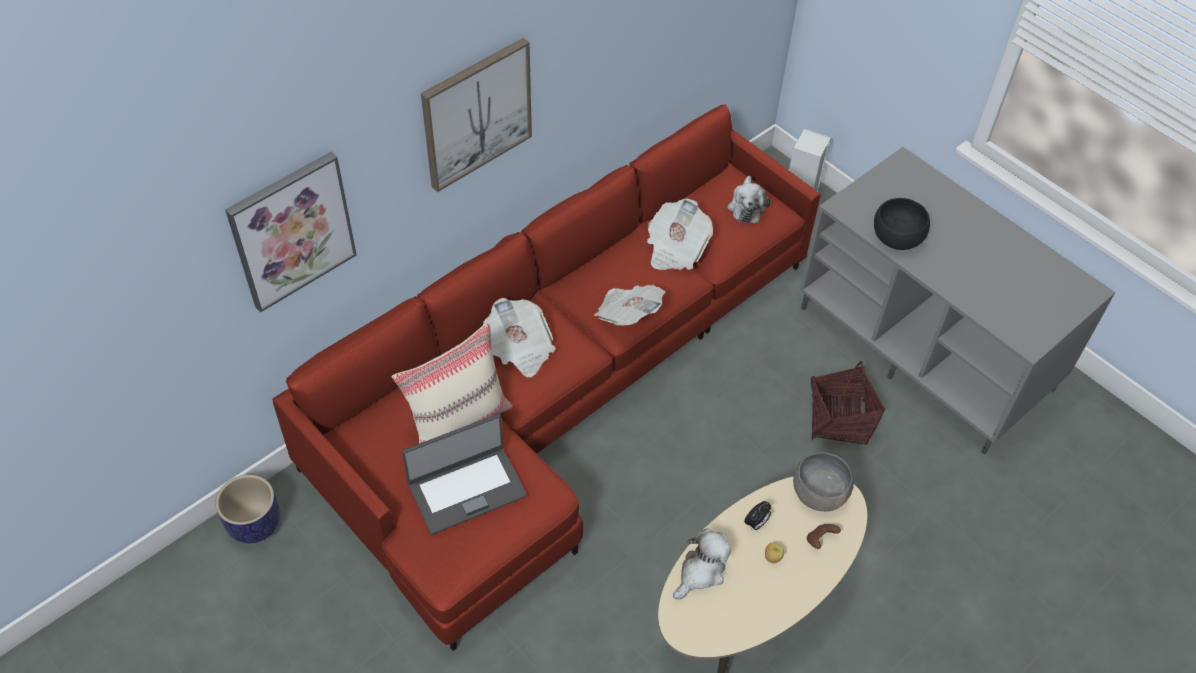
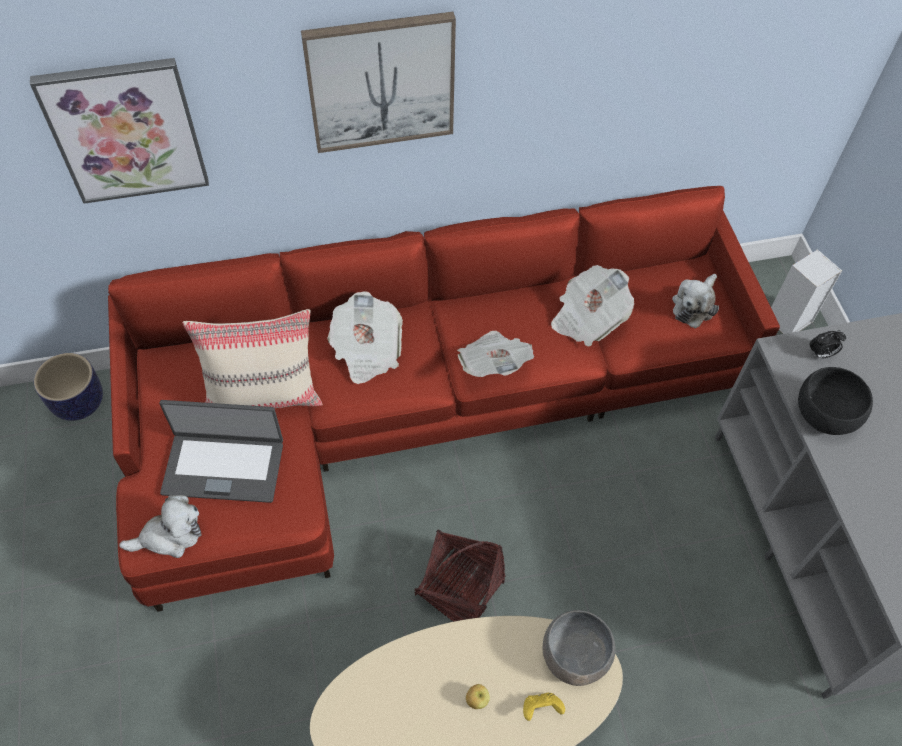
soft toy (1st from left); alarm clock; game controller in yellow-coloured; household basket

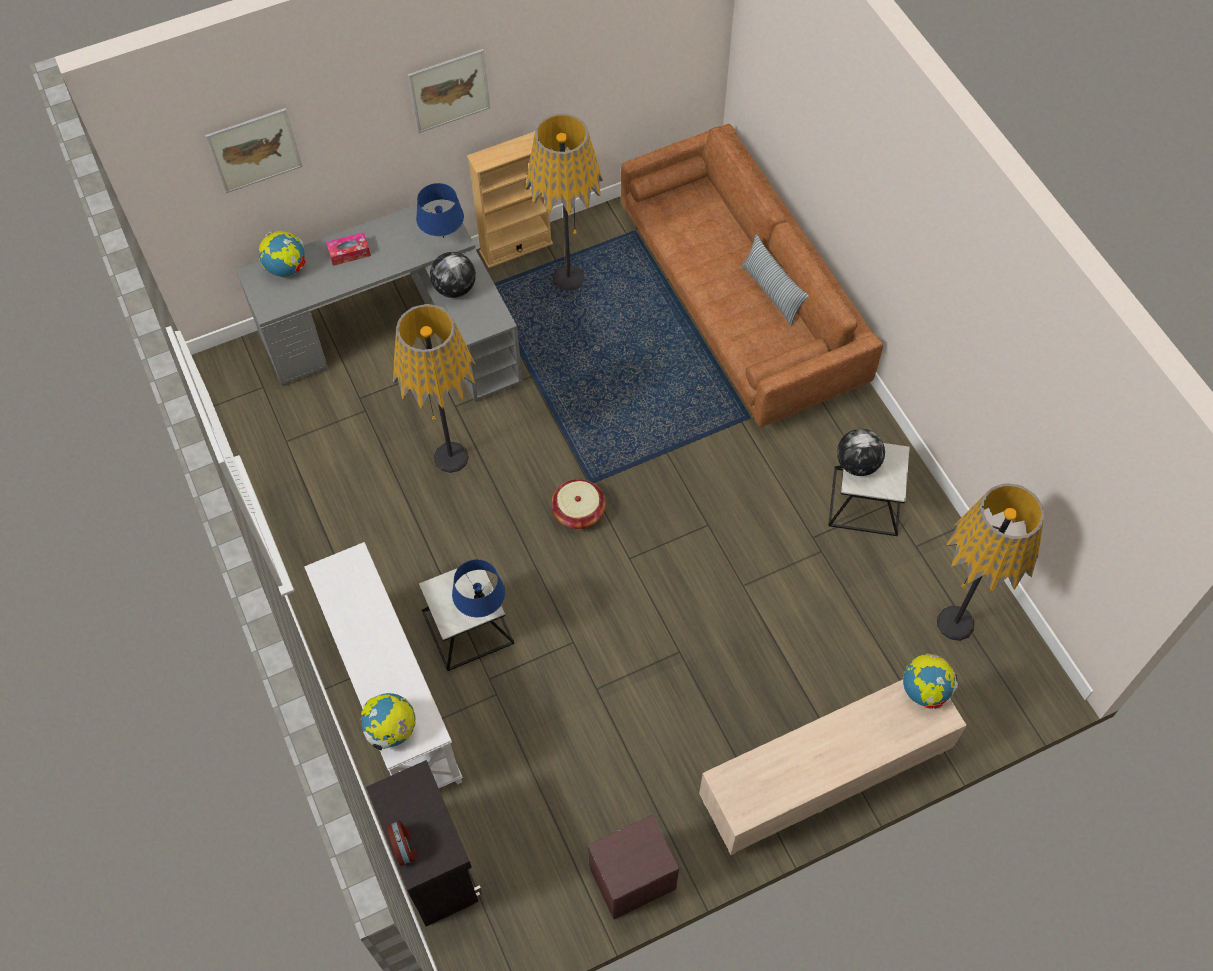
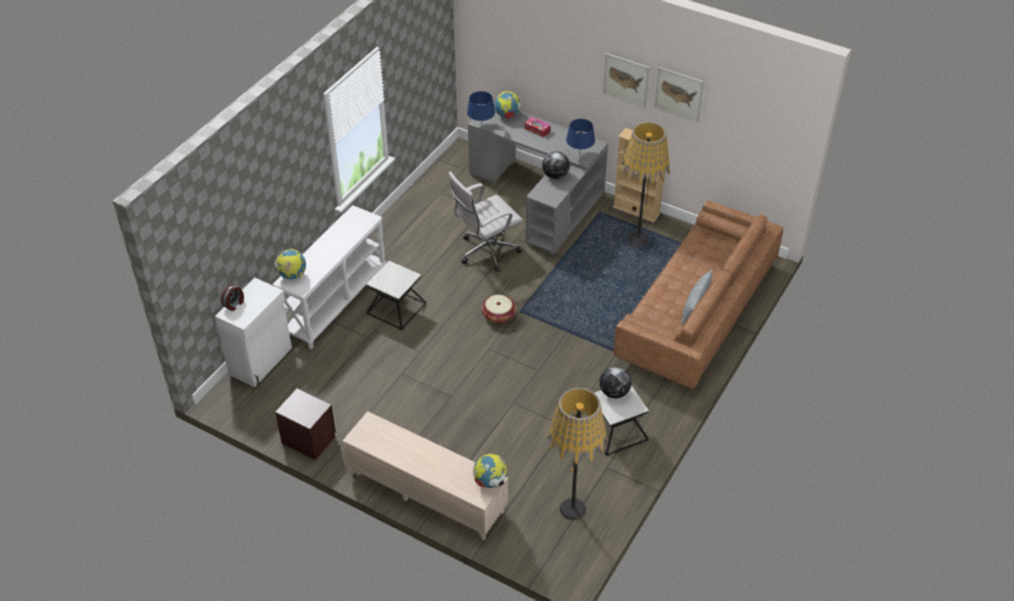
picture (2nd from left); storage cabinet in white; office chair in white; lamp for a table in blue-coloured (1st from left)

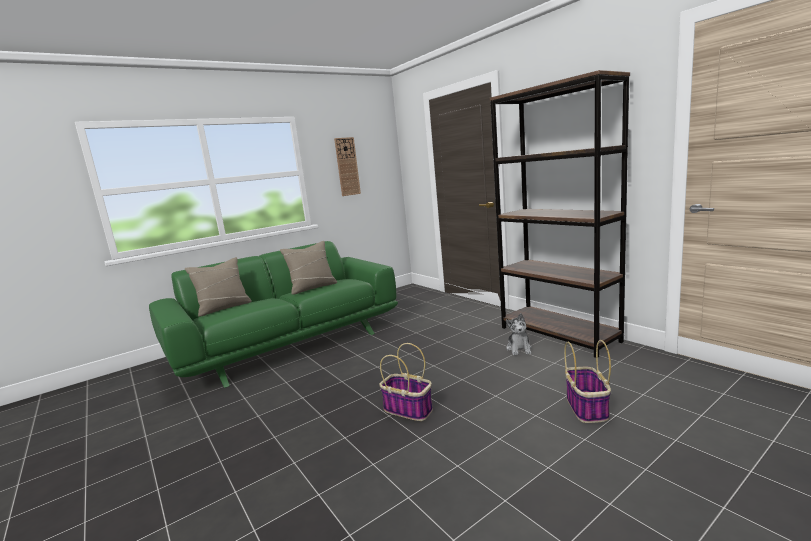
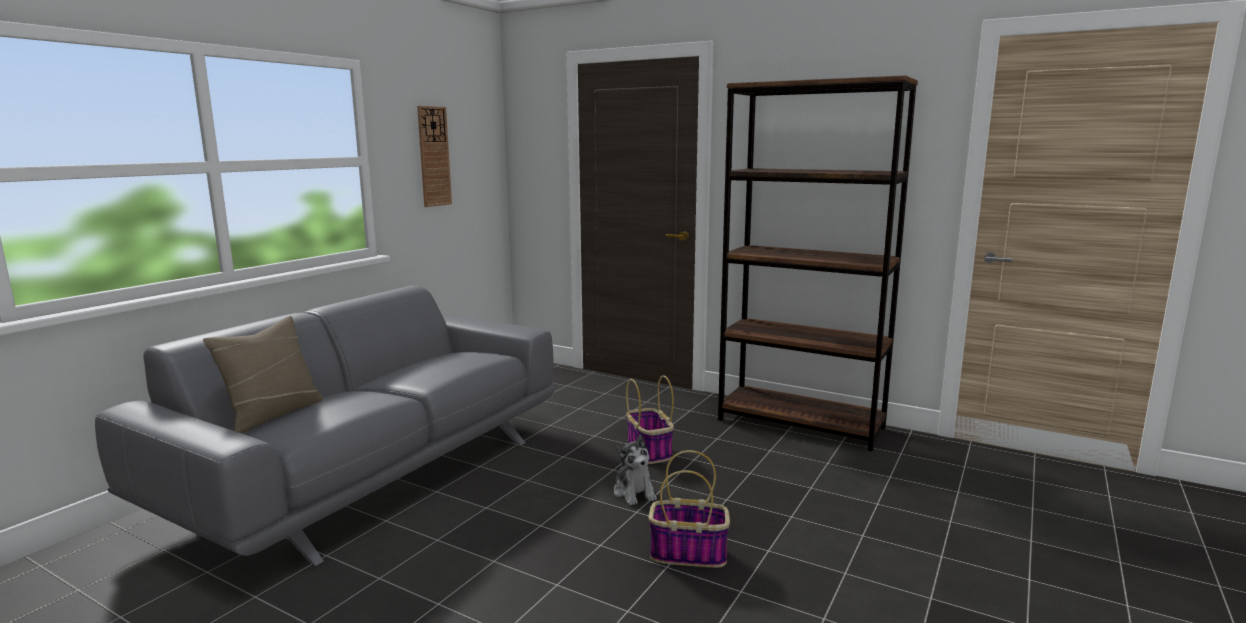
couch in greyish; cushion in beige-coloured (2nd from left in the first image); soft toy; household basket (1st from left)

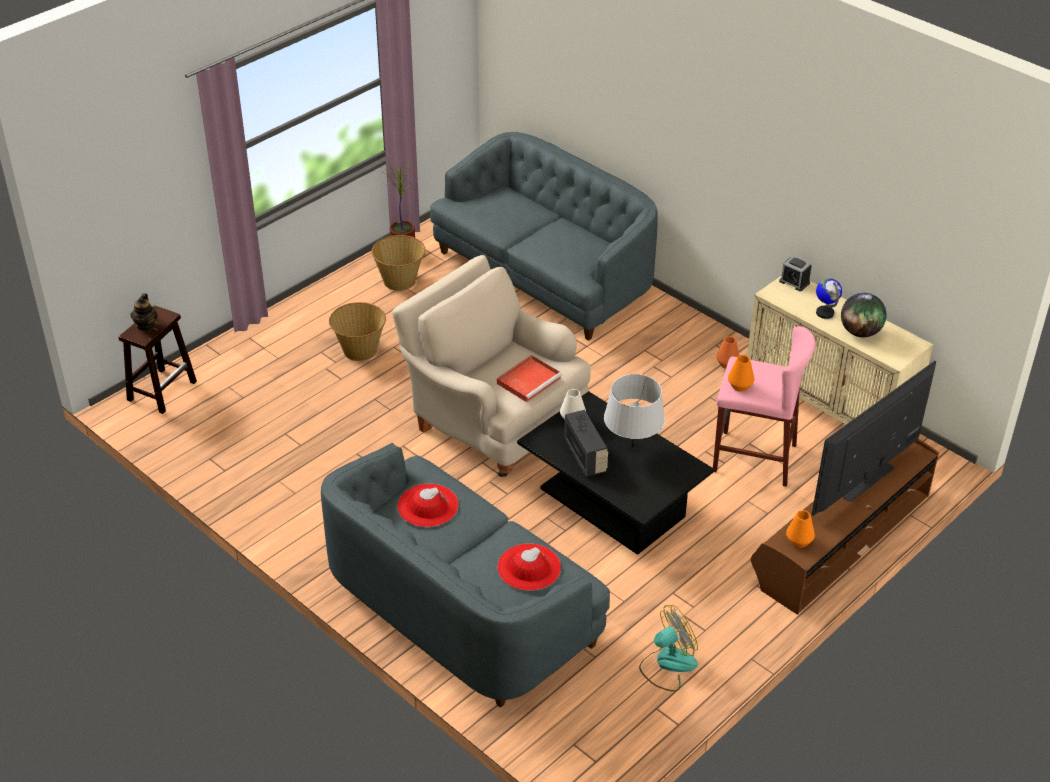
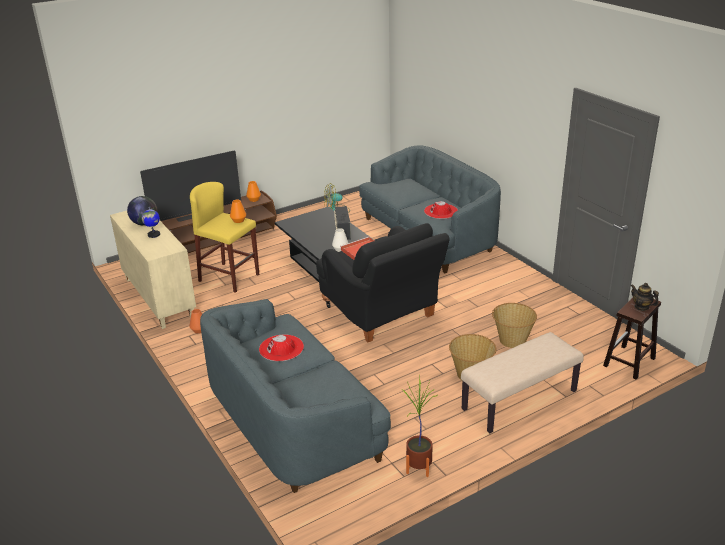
tea pot; household basket (2nd from left); armchair in blackish; wearable hat in red (1st from left); lamp for a table in greyish; sitting stool in yellow-coloured; alarm clock; bench in beige-coloured

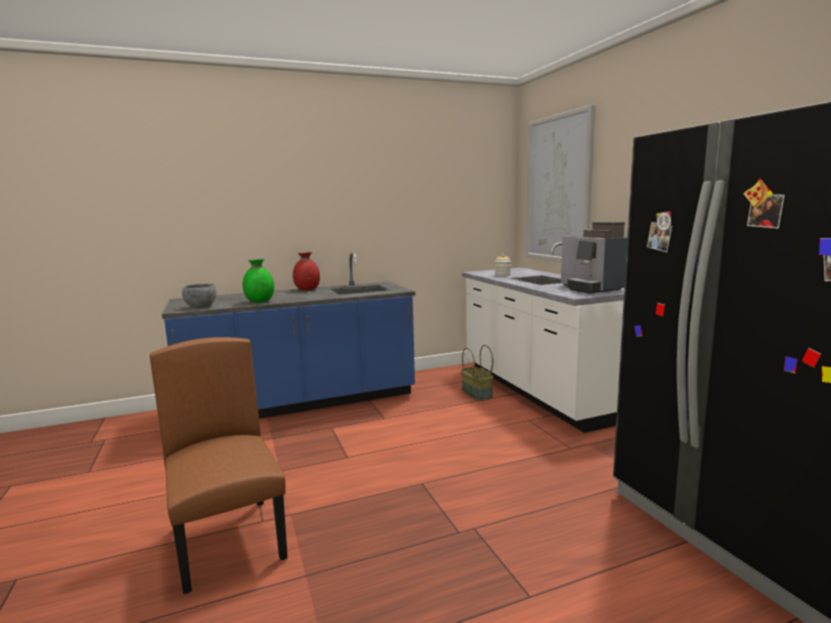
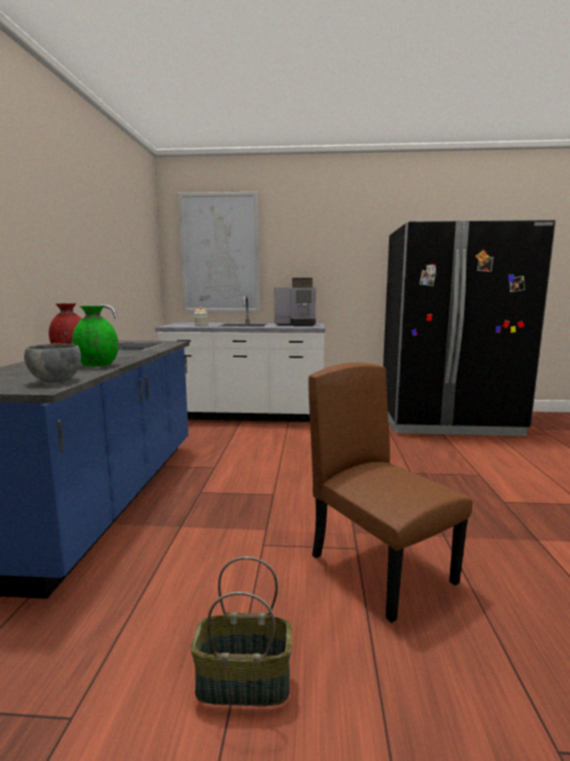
upright chair in brown; household basket

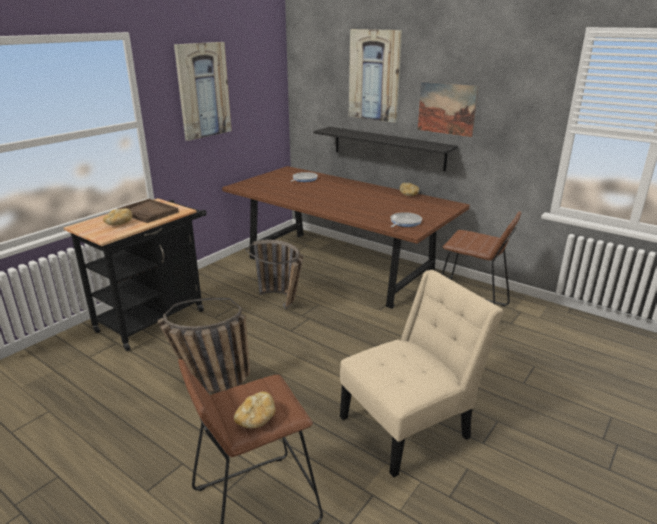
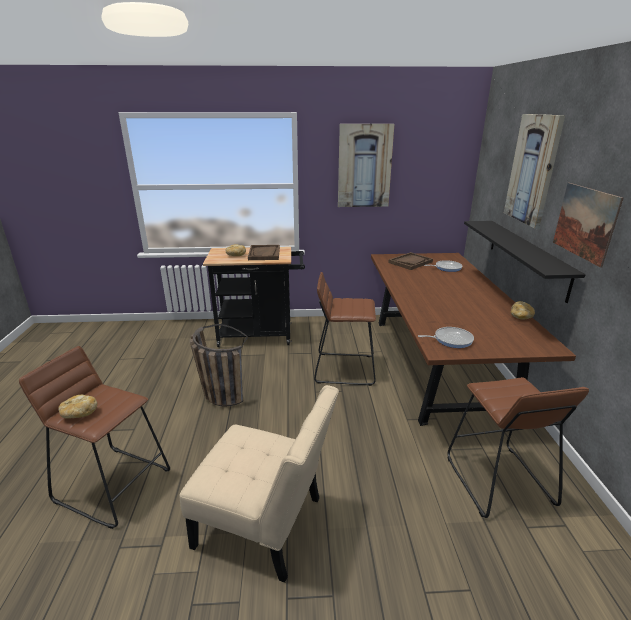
sitting stool in brown (2nd from left); carrying tray in brown (2nd from left)

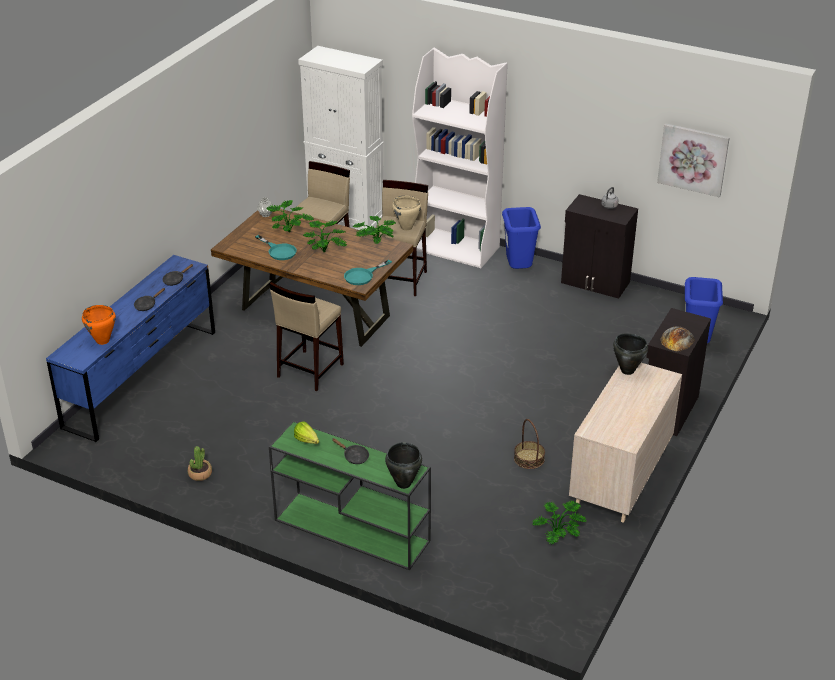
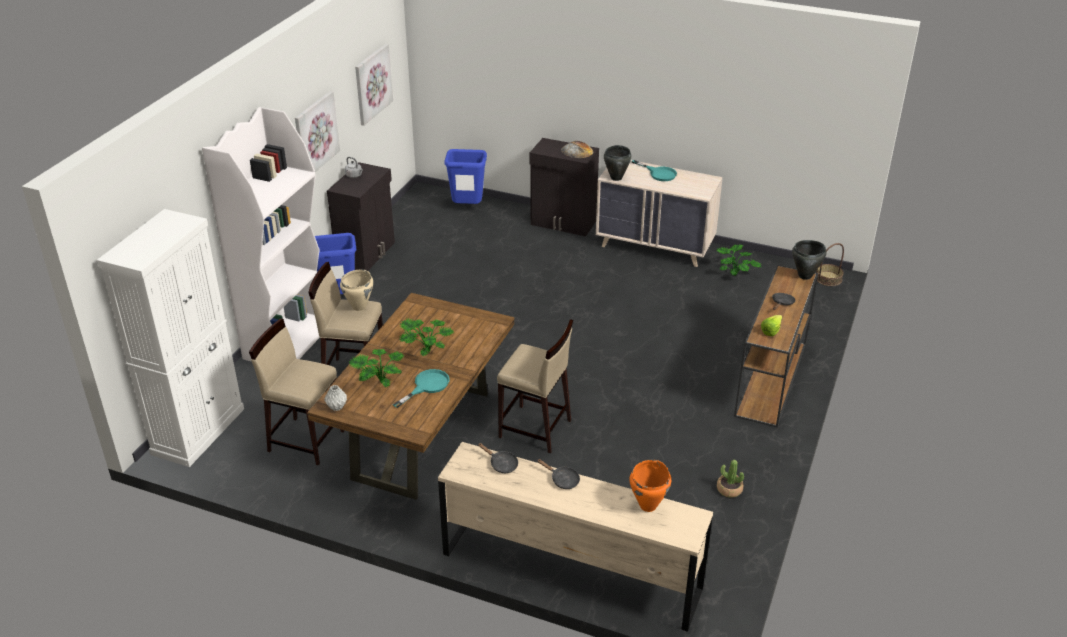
drawer chest in beige-coloured (1st from left); console table in brown; frying pan in turquoise (2nd from left); potted plant (4th from left in the first image); household basket; picture (1st from left)

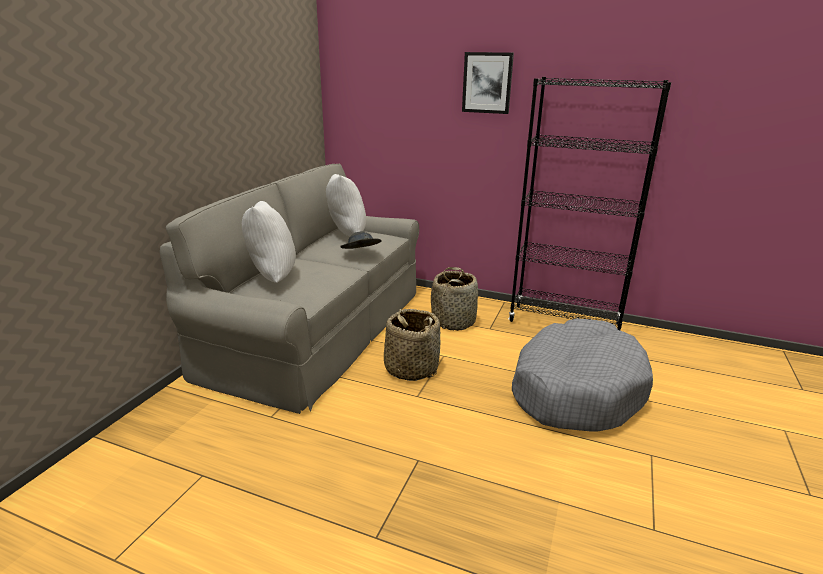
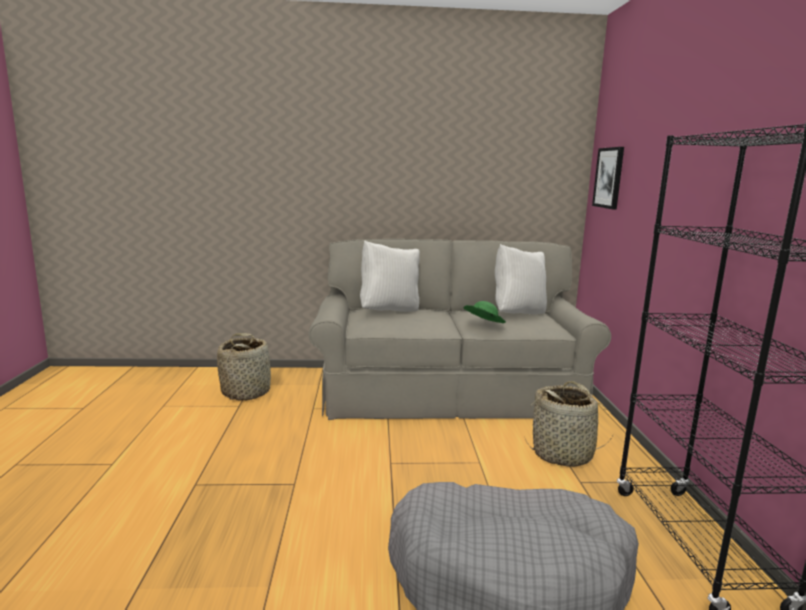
wearable hat in green-coloured; household basket (1st from left); picture

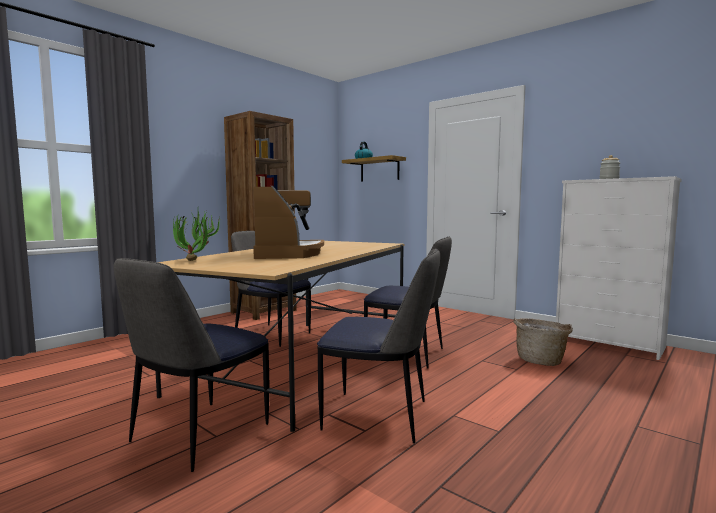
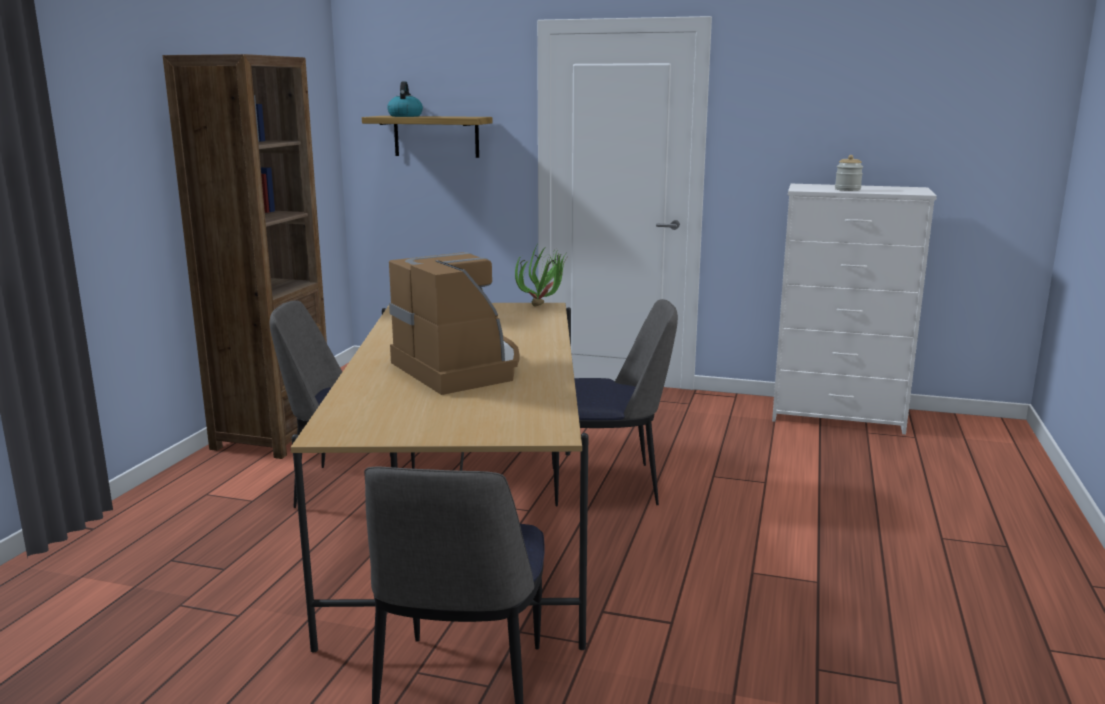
potted plant; upright chair (3rd from left in the first image); household basket

